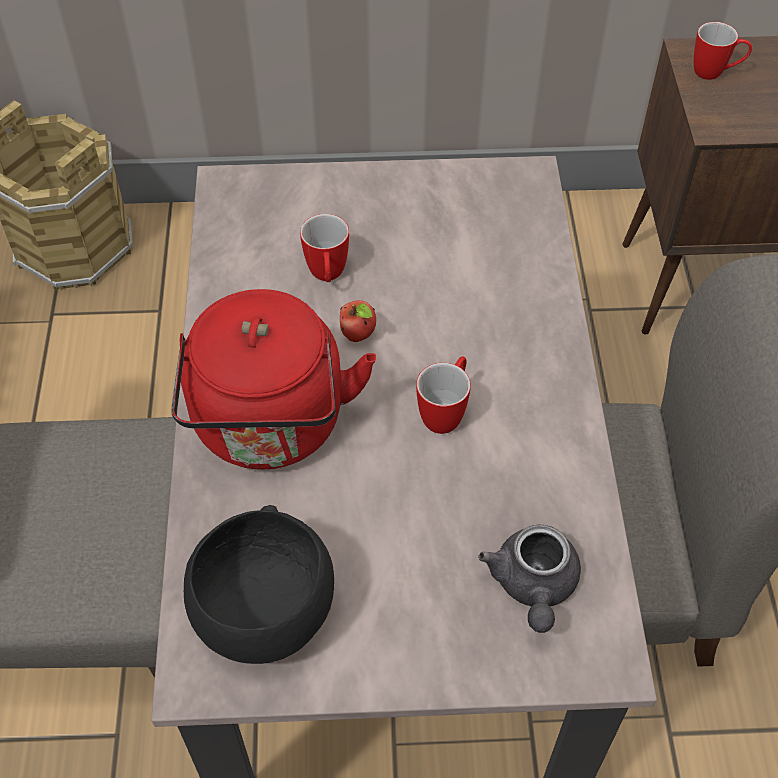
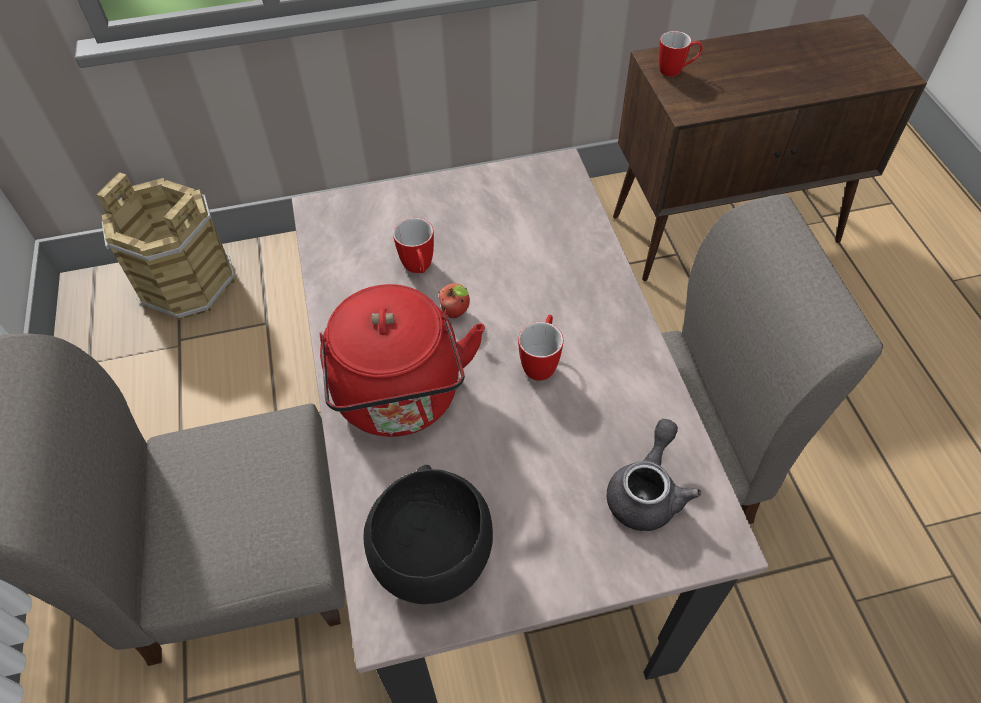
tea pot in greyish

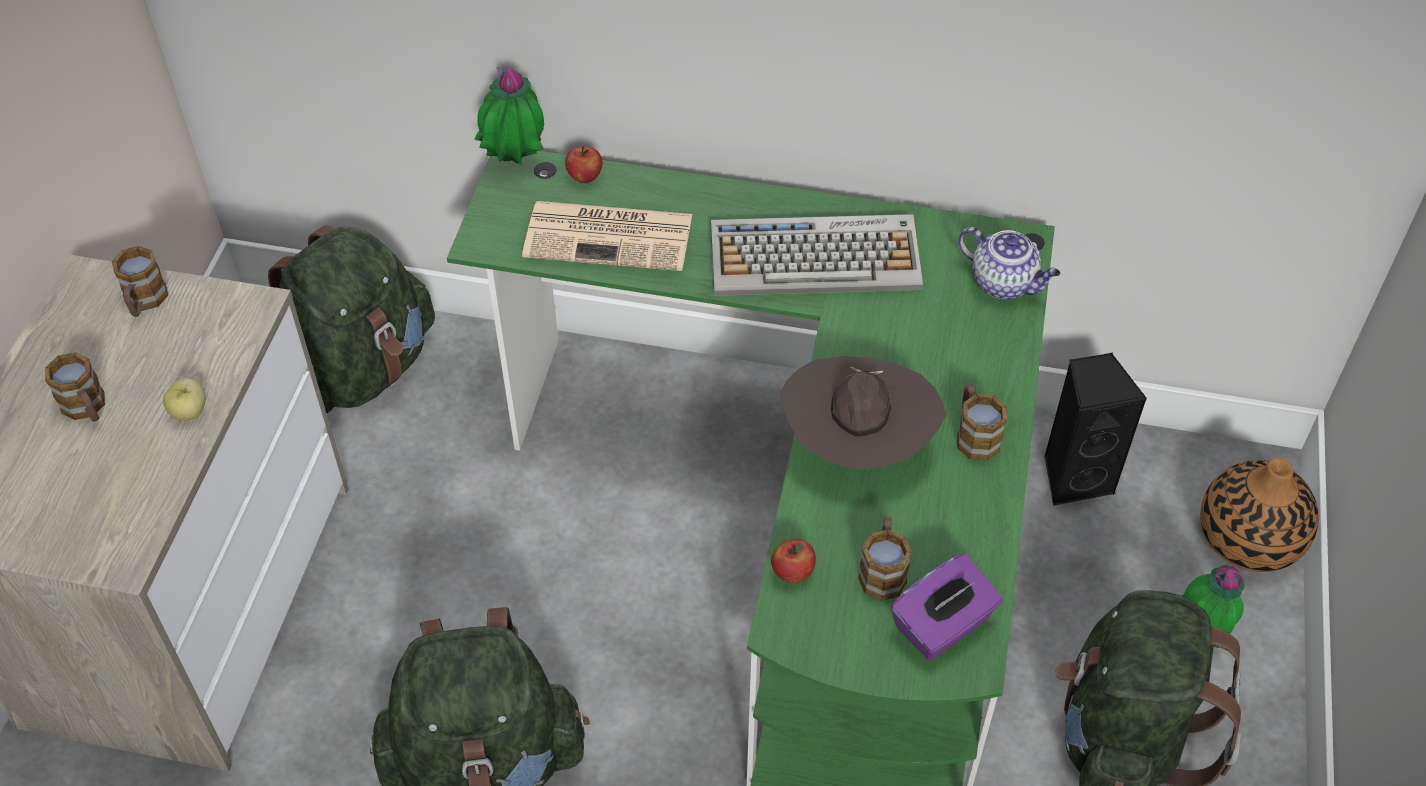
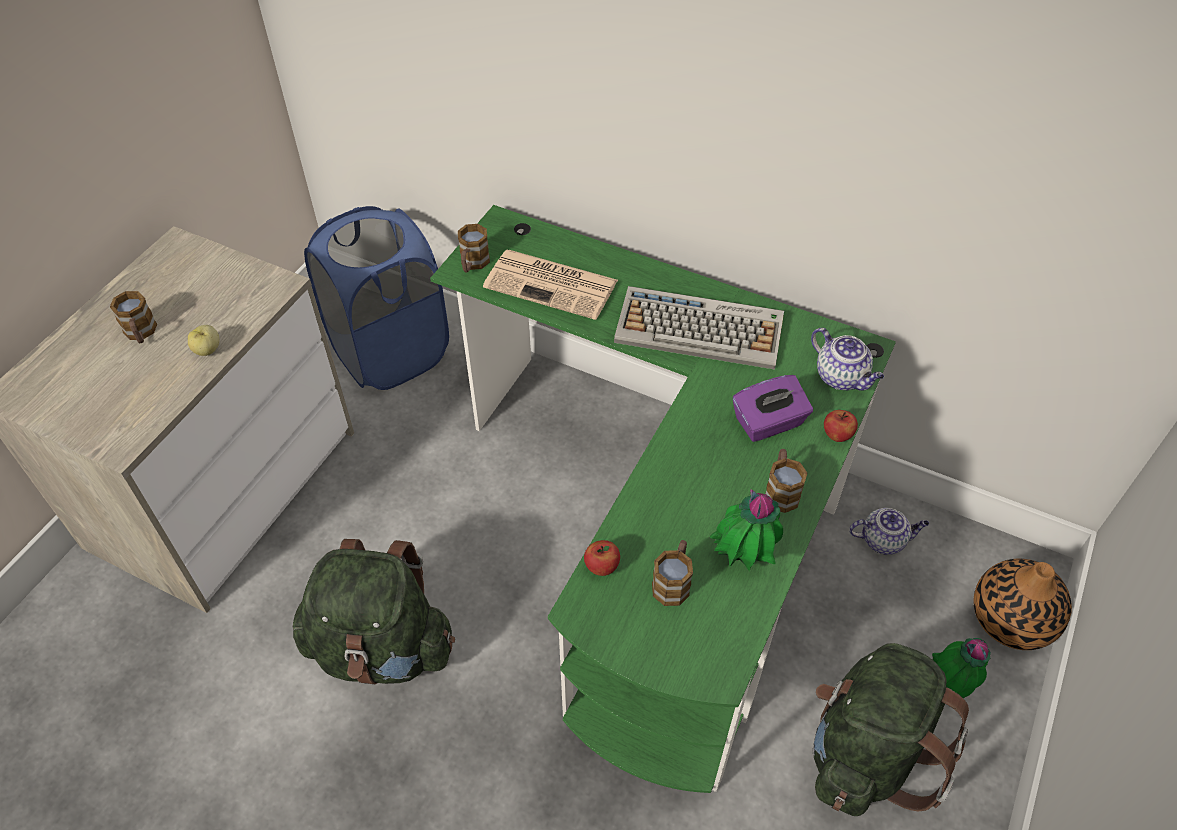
coffee mug (2nd from left); hamper in blue-coloured; potted plant (1st from left); whole apple (3rd from left); wearable hat in brown; tissue box in purple; tea pot (2nd from left)

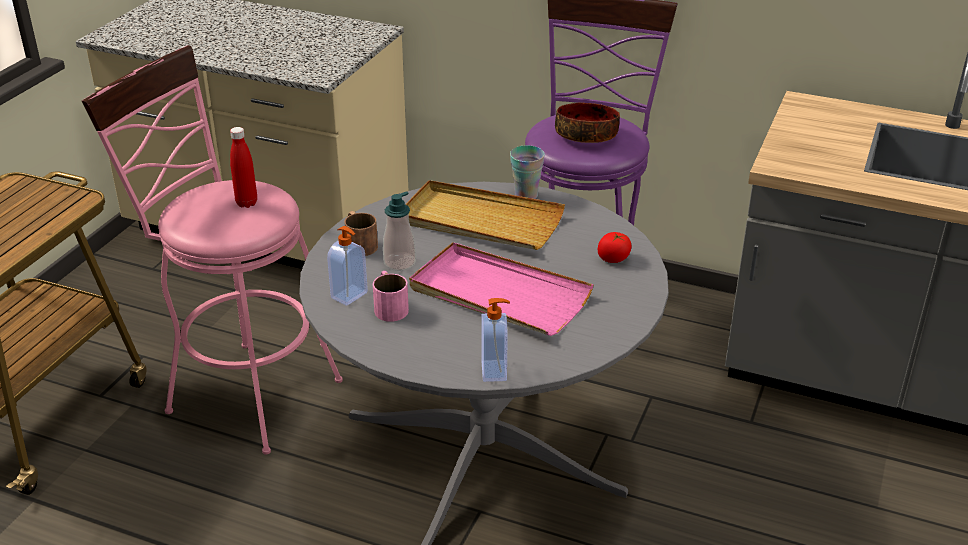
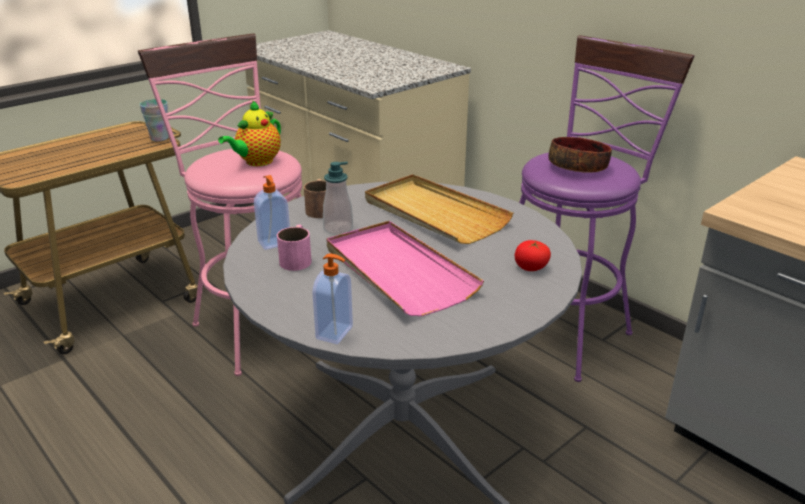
tea pot; small cup

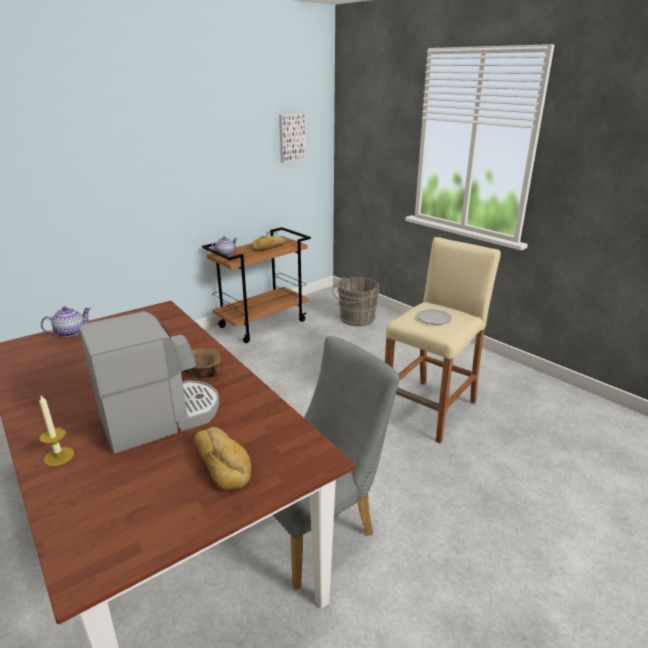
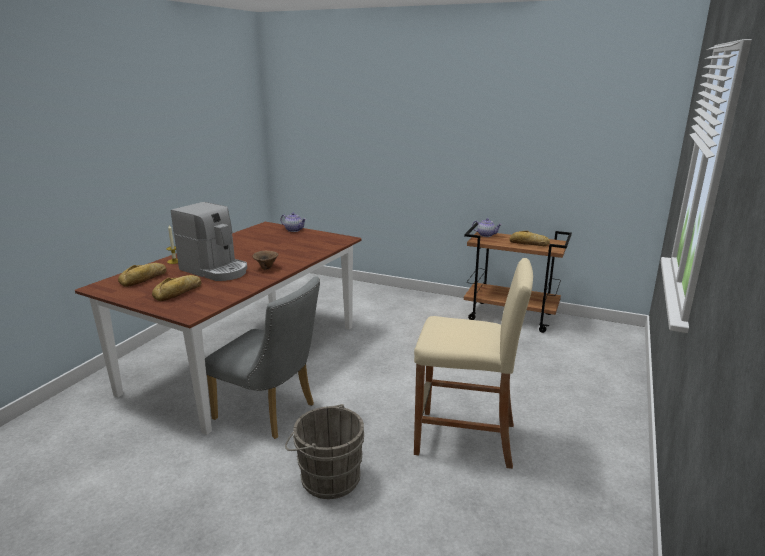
picture; pail in greyish; flat dish; bakery bread (1st from left)

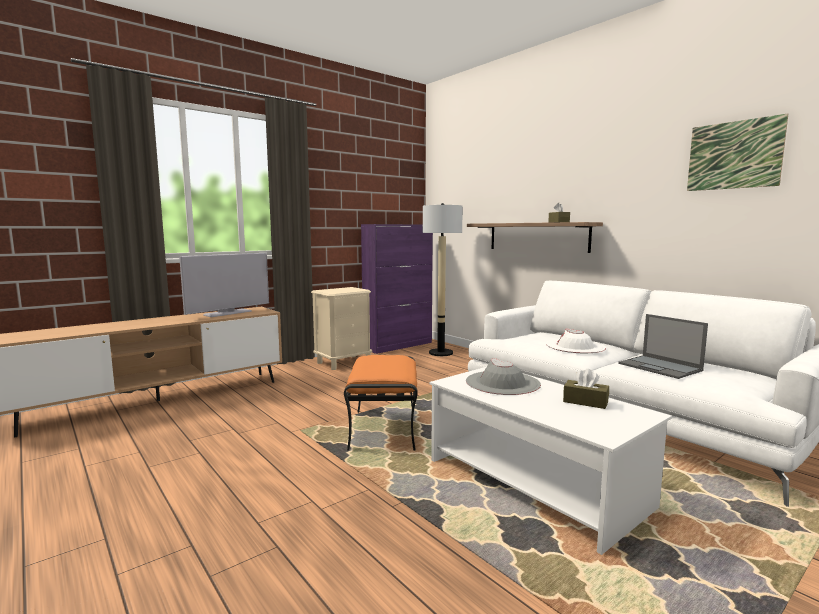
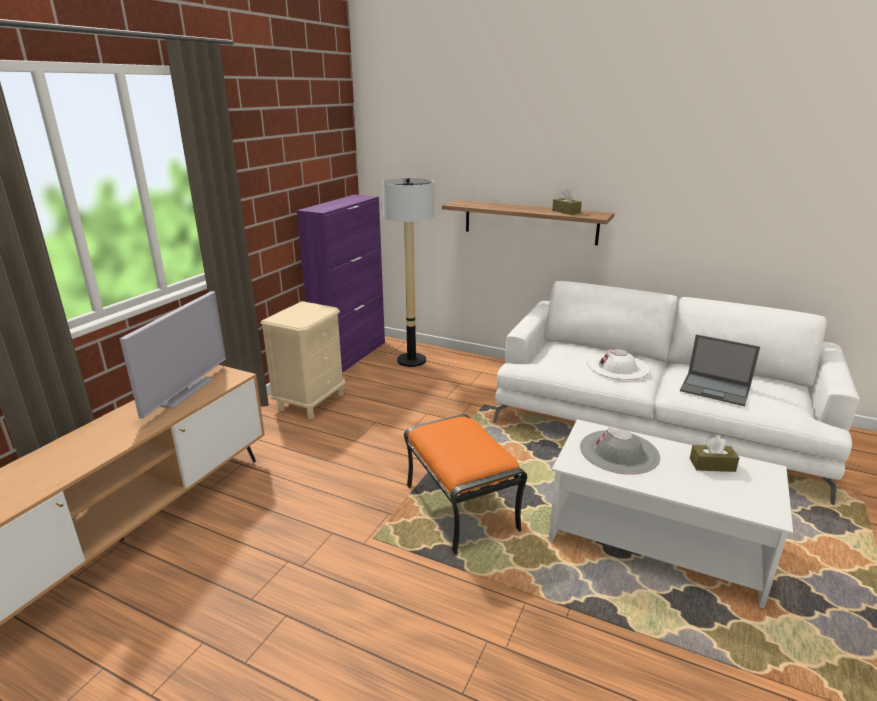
picture

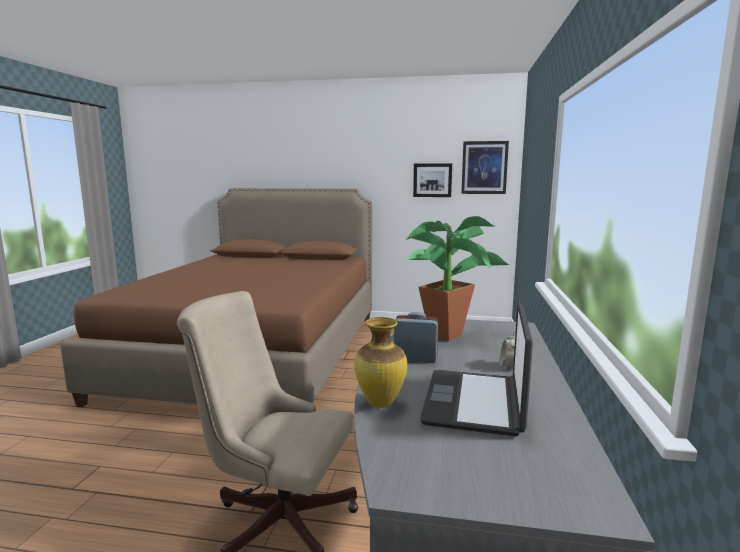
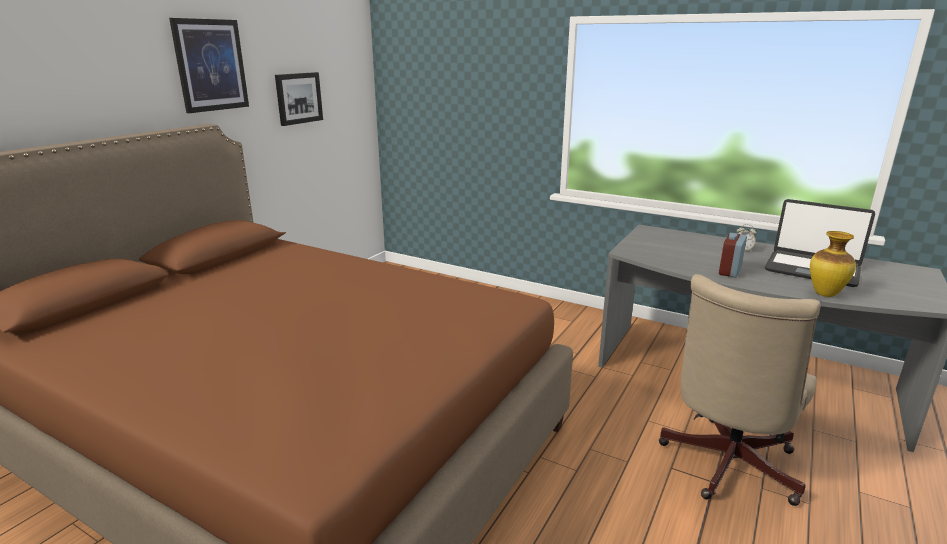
potted plant; picture (1st from left)

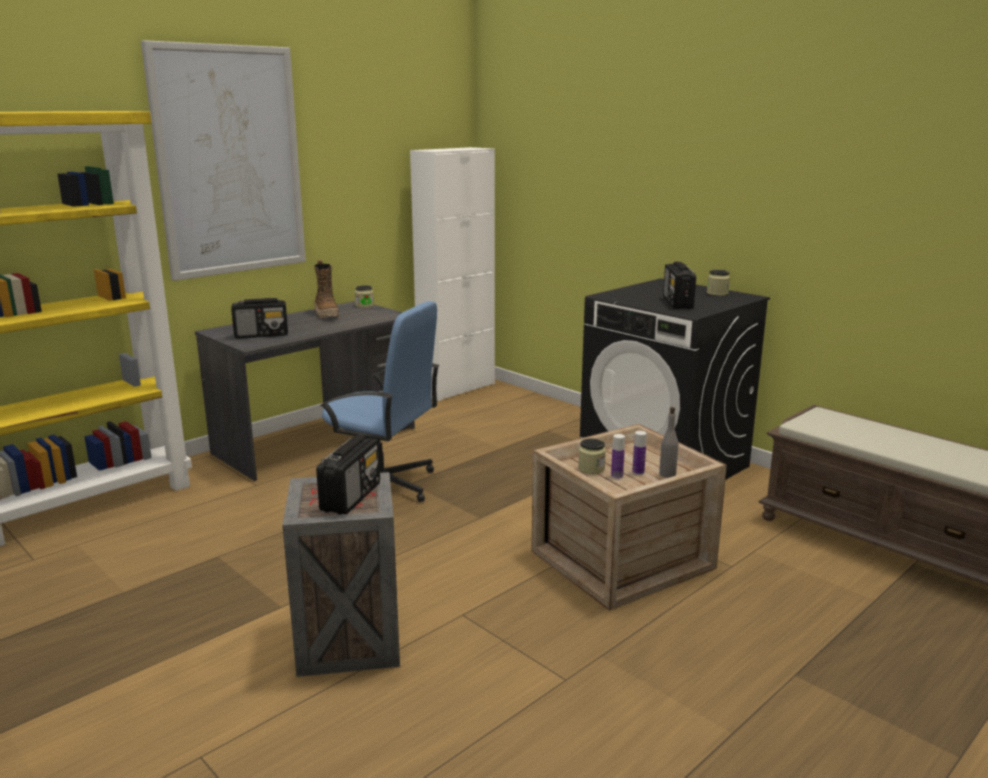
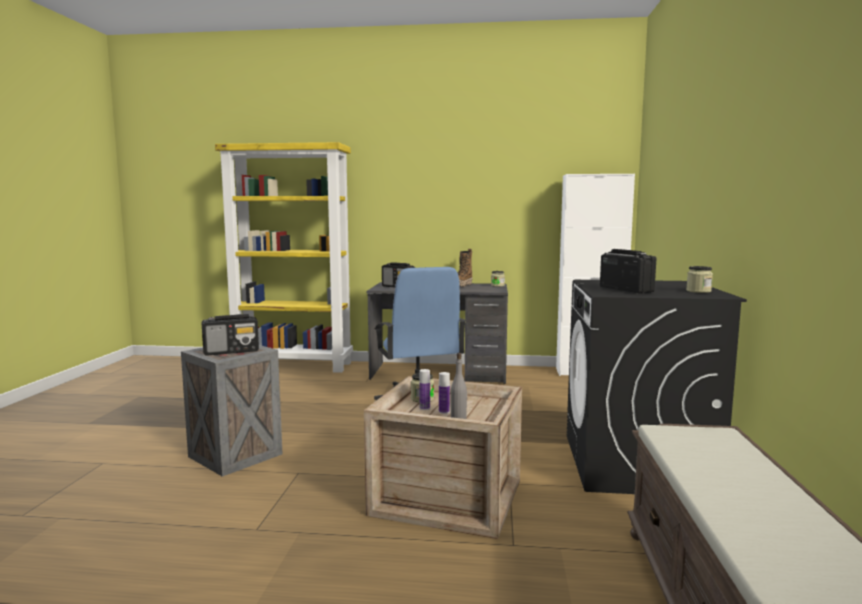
picture; radio receiver (3rd from left)

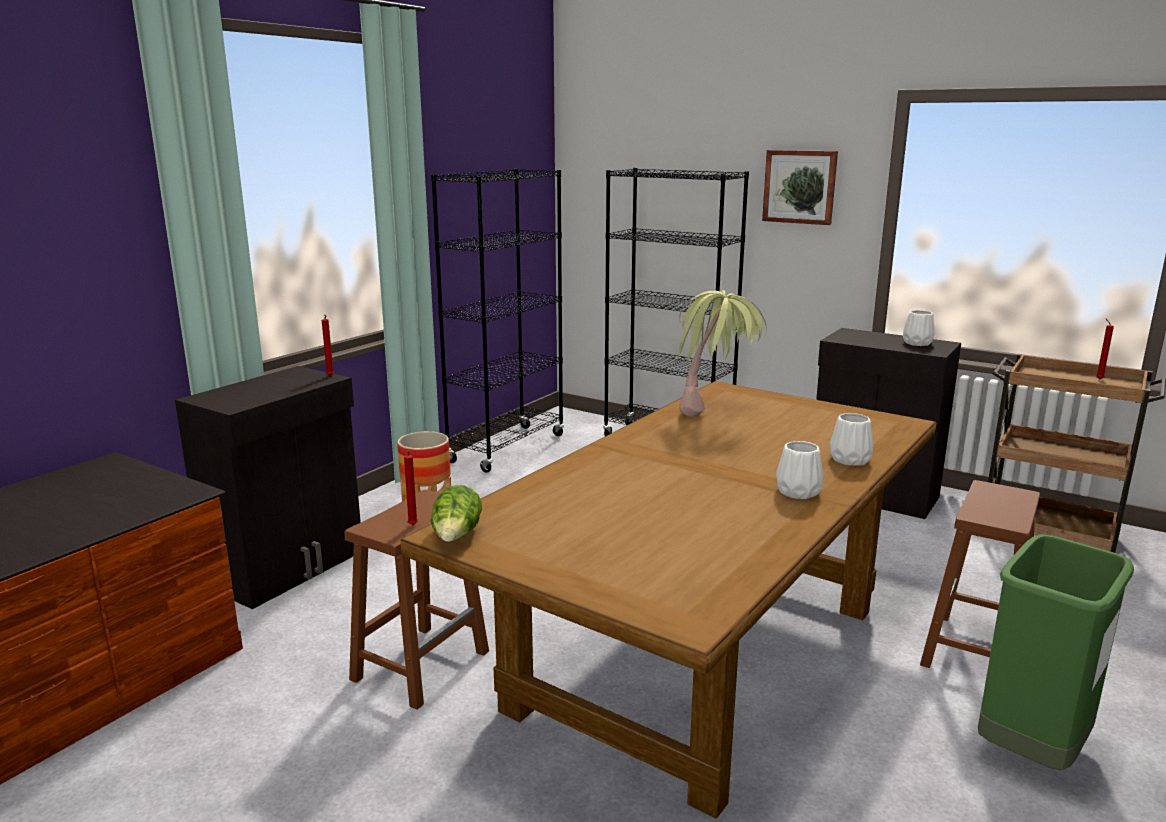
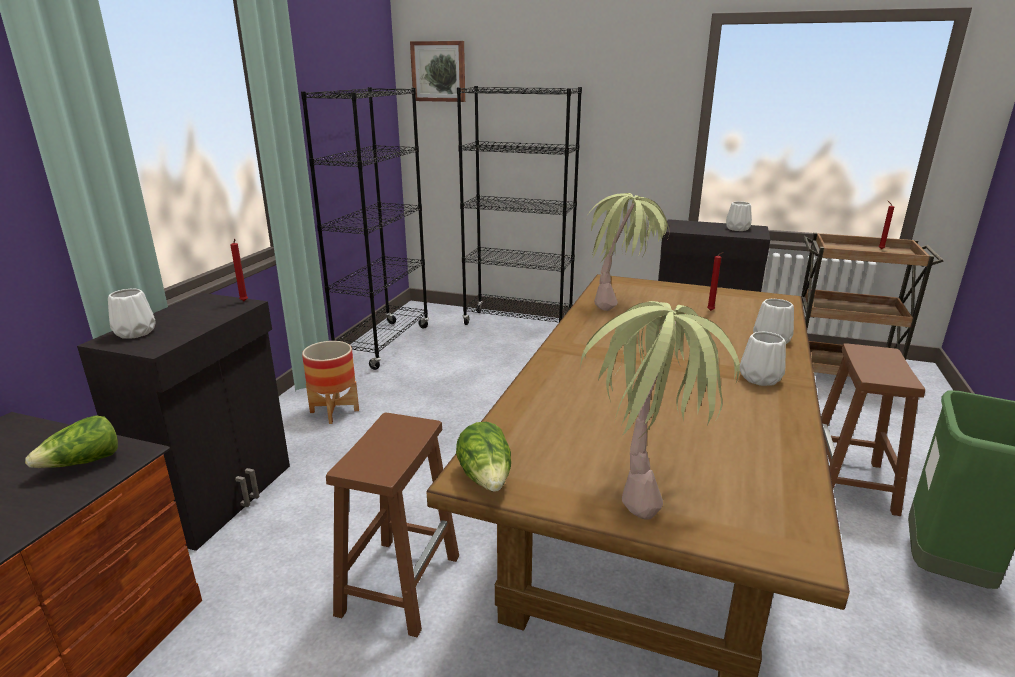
wax light in red (2nd from left); picture; lettuce head (1st from left); flower vase in white (1st from left); potted plant (2nd from left)

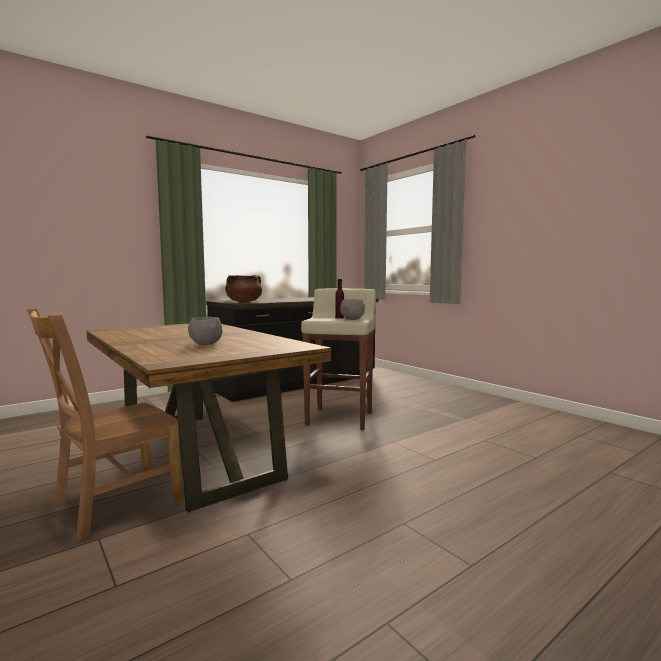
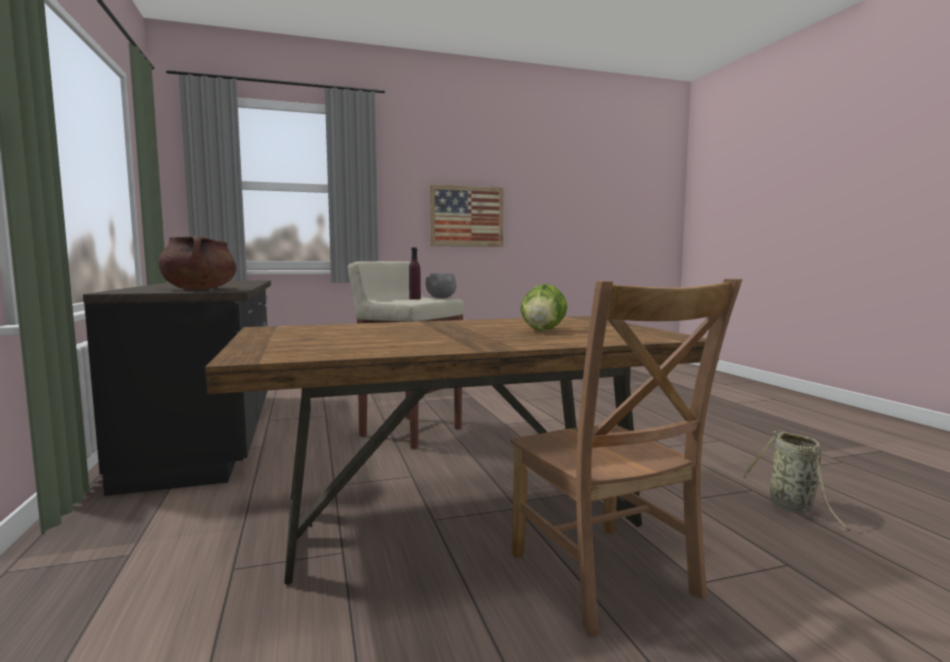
lettuce head; picture; household basket

